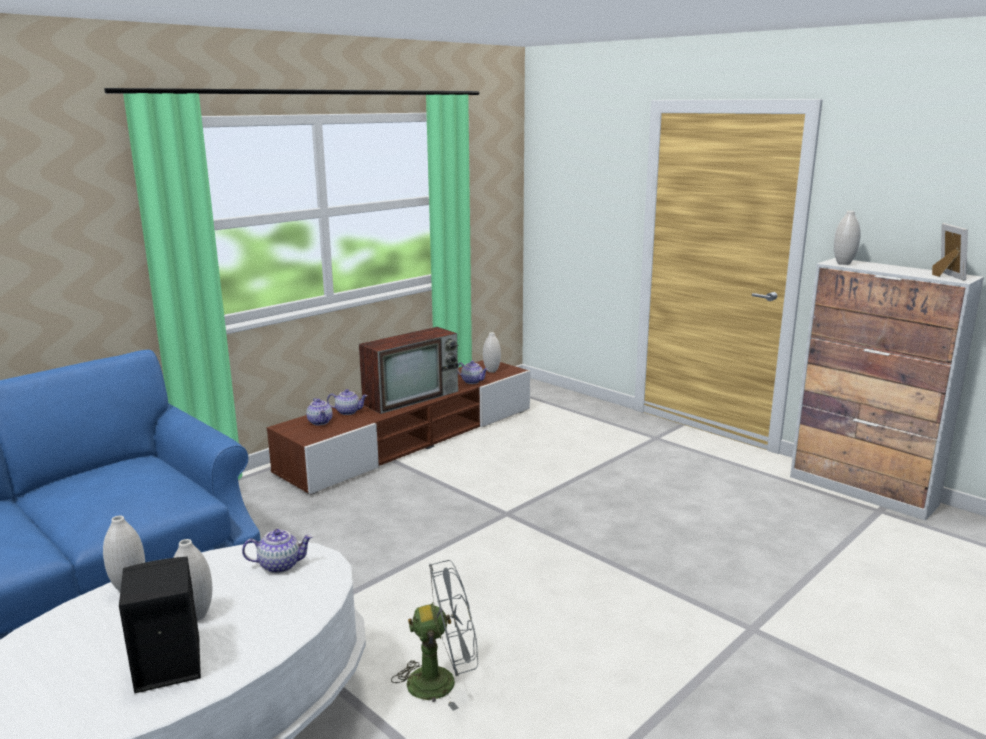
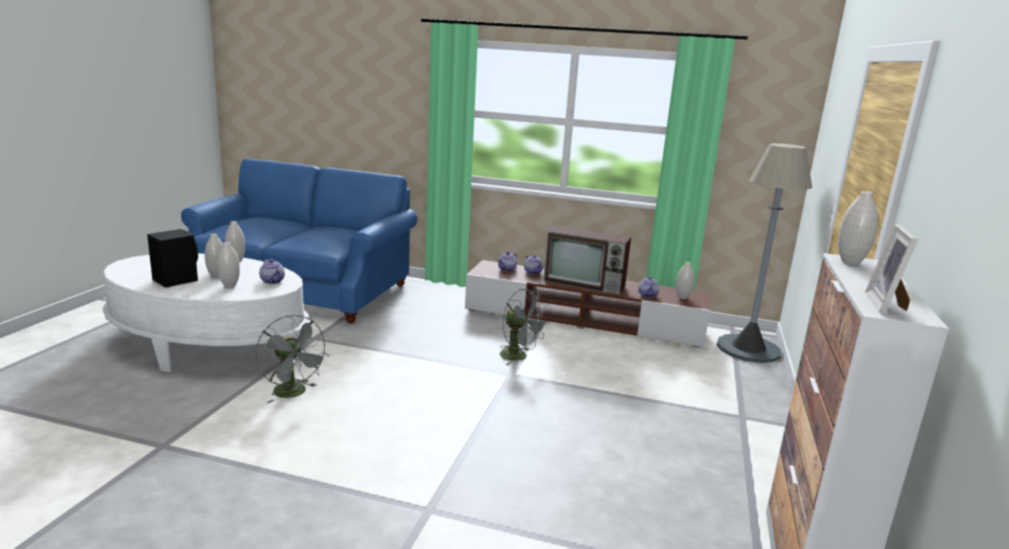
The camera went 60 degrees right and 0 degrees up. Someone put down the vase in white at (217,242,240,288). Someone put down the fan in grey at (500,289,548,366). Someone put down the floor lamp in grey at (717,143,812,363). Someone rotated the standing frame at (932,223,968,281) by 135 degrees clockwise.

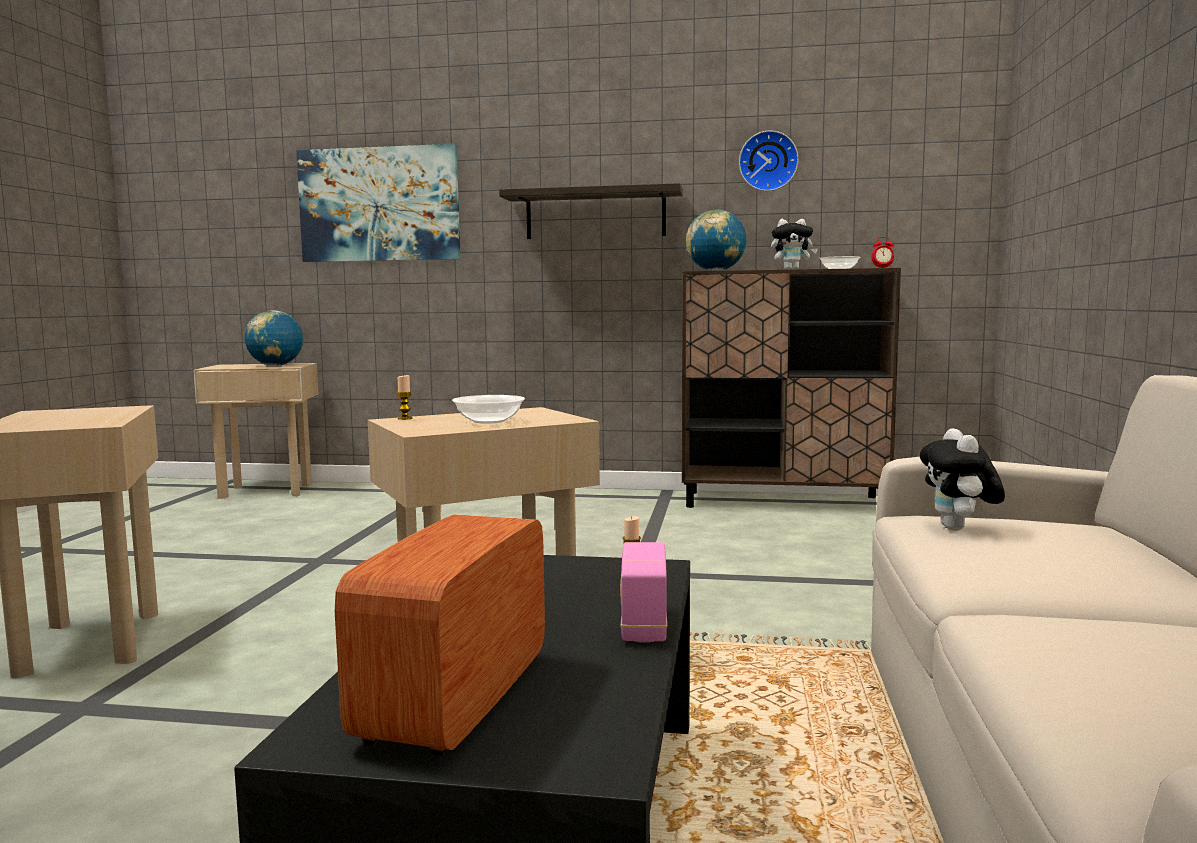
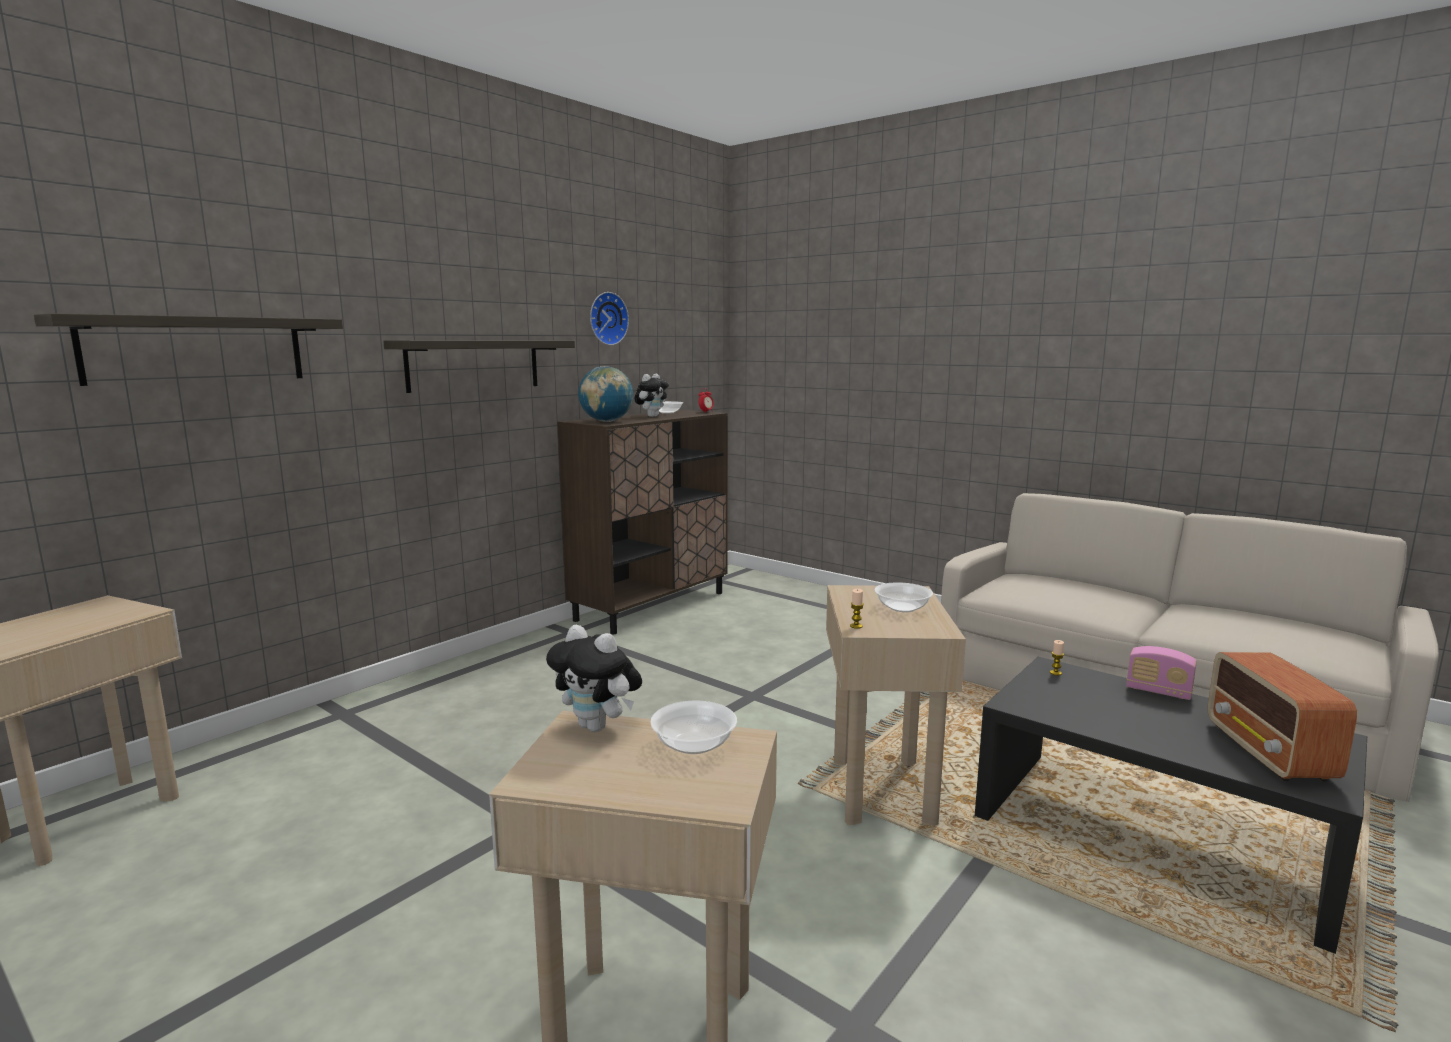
The camera went 60 degrees left and 5 degrees up. Someone swapped the wall picture at (296,144,460,262) for the shelf at (34,313,343,386). Someone carried the plush toy from (920,428,1005,531) to (546,625,642,732). Someone put down the serving bowl at (650,701,737,754). Someone rotated the radio at (335,514,545,756) by 45 degrees clockwise. Someone took away the desk globe at (245,310,303,366).

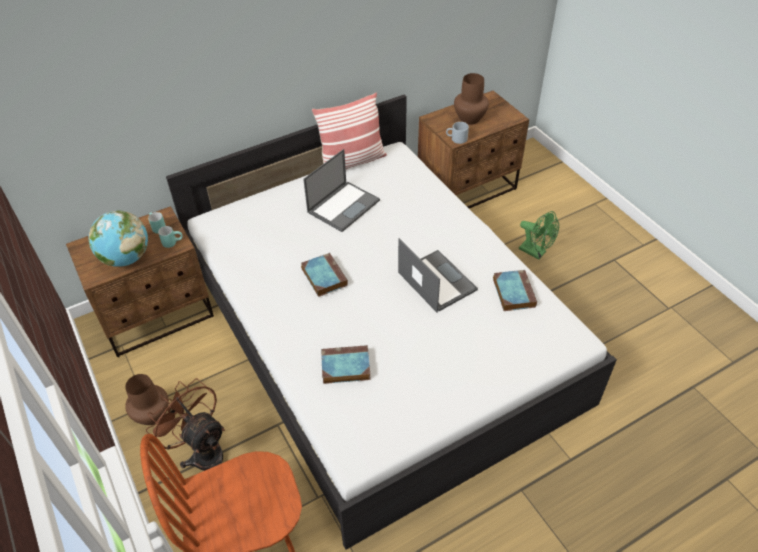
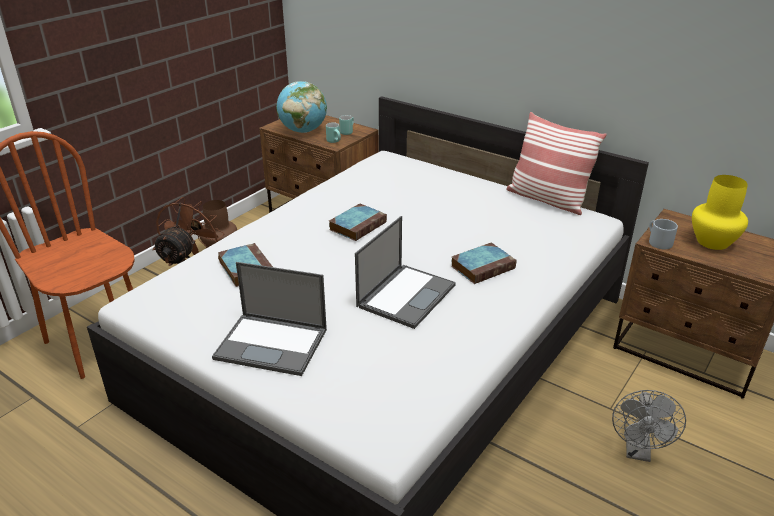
The camera went 65 degrees right and 15 degrees down. Someone carried the portable computer from (303,149,380,232) to (212,262,327,376). Someone carried the bound book from (493,270,537,311) to (451,243,516,284). Someone repainted the fan in green at (519,211,559,259), which became the fan in grey at (612,390,686,462). Someone repainted the vase in brownish at (454,73,489,124), which became the vase in yellow-coloured at (692,175,748,250).

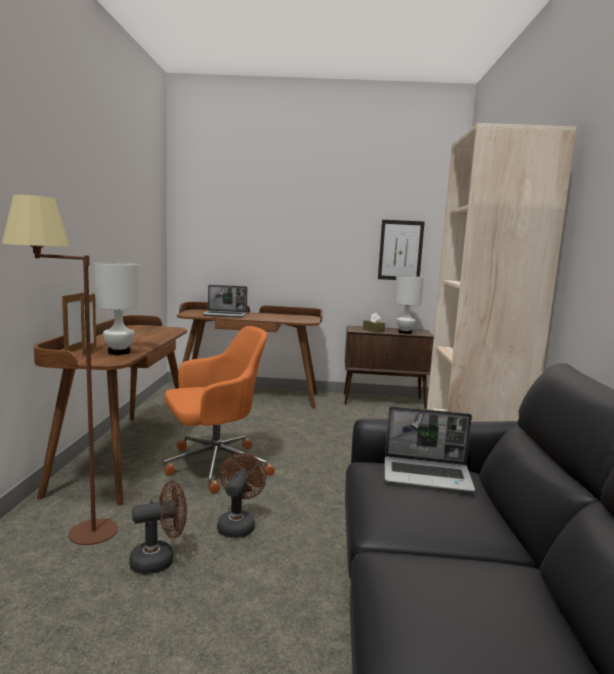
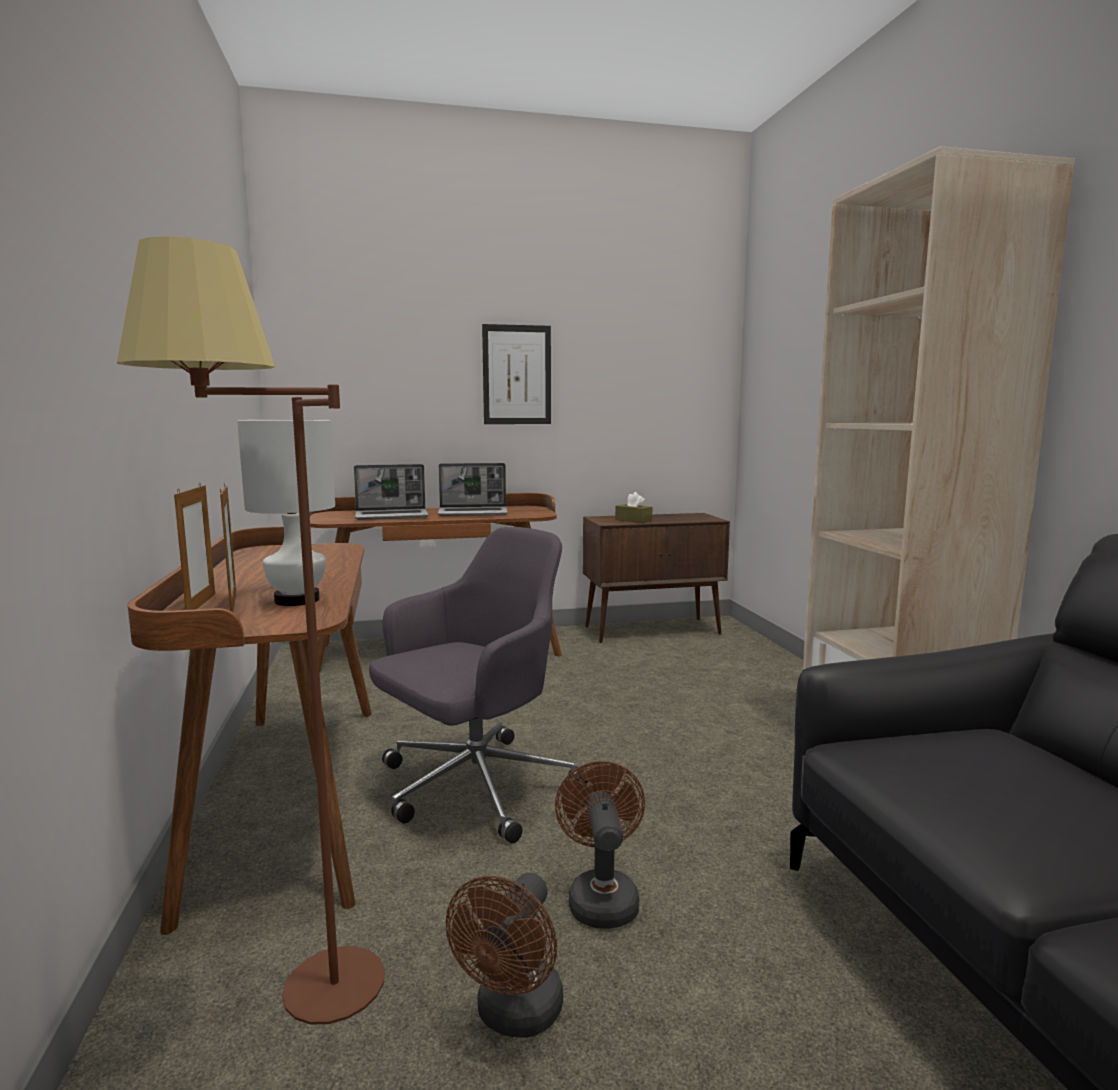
The camera went 15 degrees left and 0 degrees up. Someone repainted the desk chair in orange at (164,326,275,494), which became the desk chair in grey at (369,527,588,844). Someone carried the portable computer from (384,406,475,492) to (438,463,508,516). Someone rotated the fan in brownish at (129,480,187,574) by 150 degrees clockwise. Someone carried the wall picture from (378,220,425,280) to (482,324,551,424). Someone took away the tabletop lamp in white at (394,276,424,334).

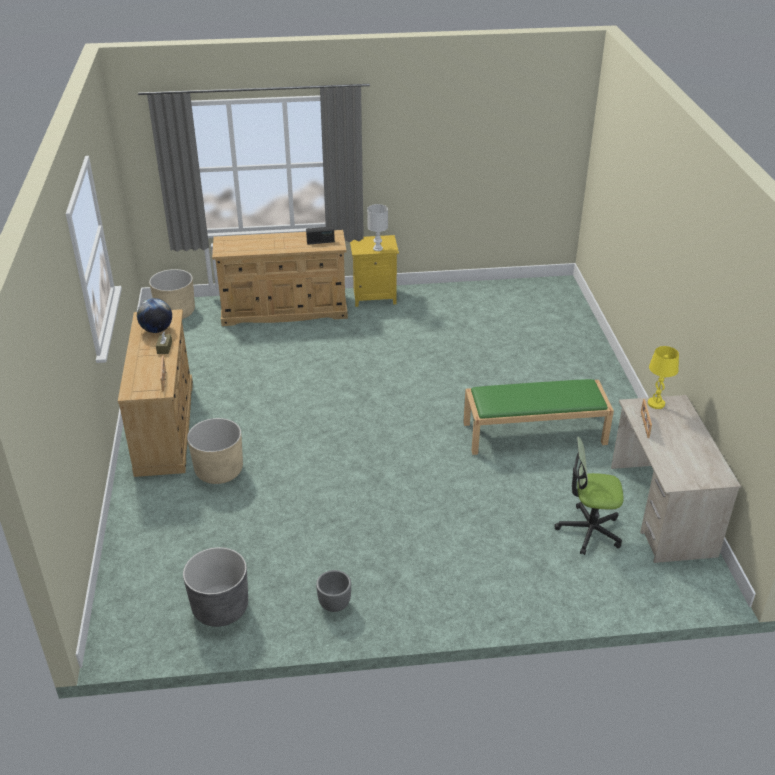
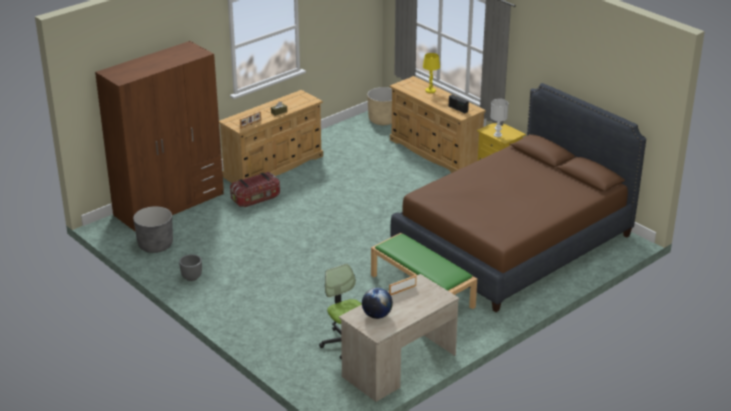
The camera went 55 degrees right and 5 degrees down. Someone put down the wardrobe in brownish at (95,41,224,231). Someone swapped the planter in beige at (187,418,243,484) for the storage container at (230,172,280,207). Someone carried the desk globe from (137,298,172,333) to (362,288,393,319). Someone put down the bedroom bed in brownish at (391,83,646,312). Someone carried the tabletop lamp in yellow-coloured from (648,346,679,409) to (423,53,440,93).

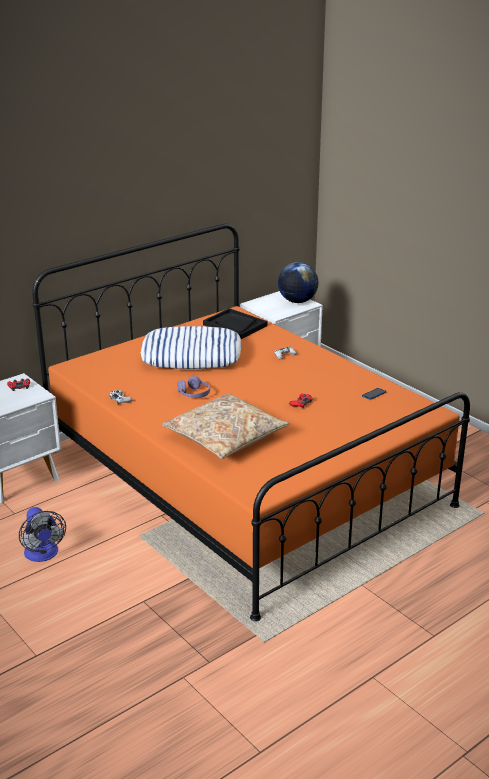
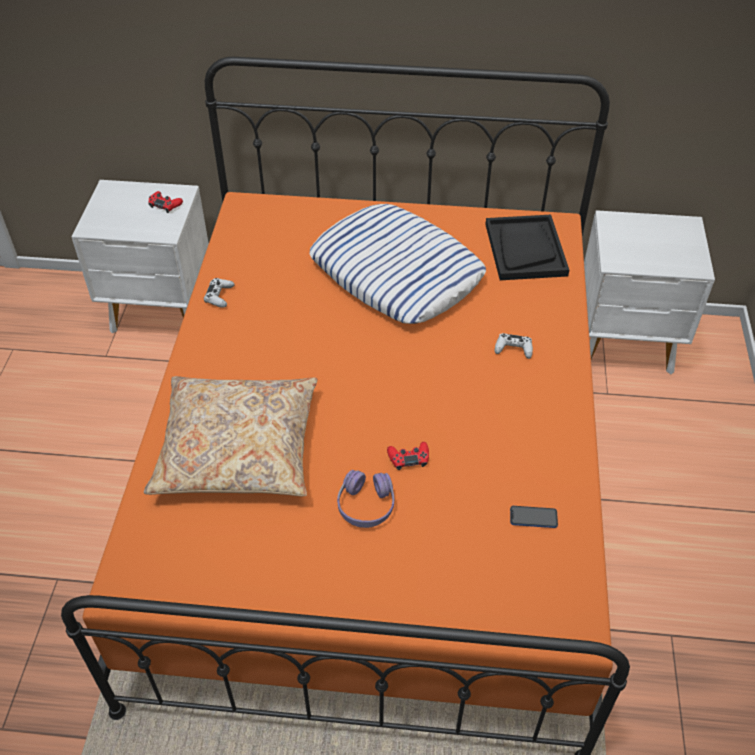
The camera went 45 degrees right and 20 degrees up. Someone carried the pair of headphones in purplish from (177,376,210,398) to (337,470,394,528). Someone took away the fan at (19,507,66,562). Someone took away the desk globe at (278,262,319,303).

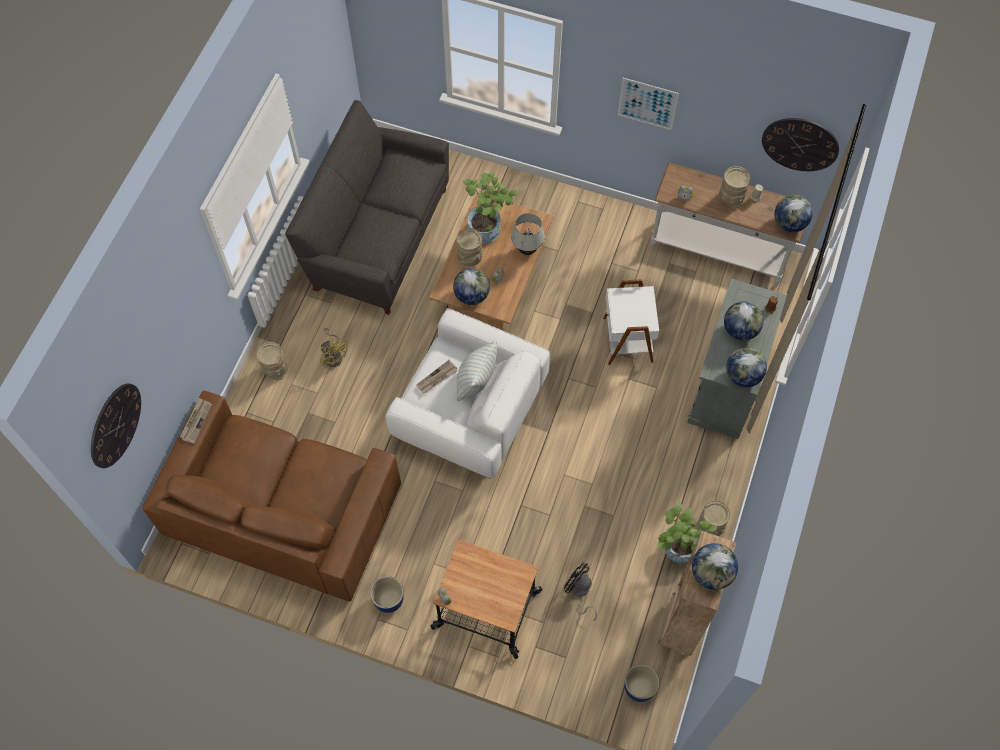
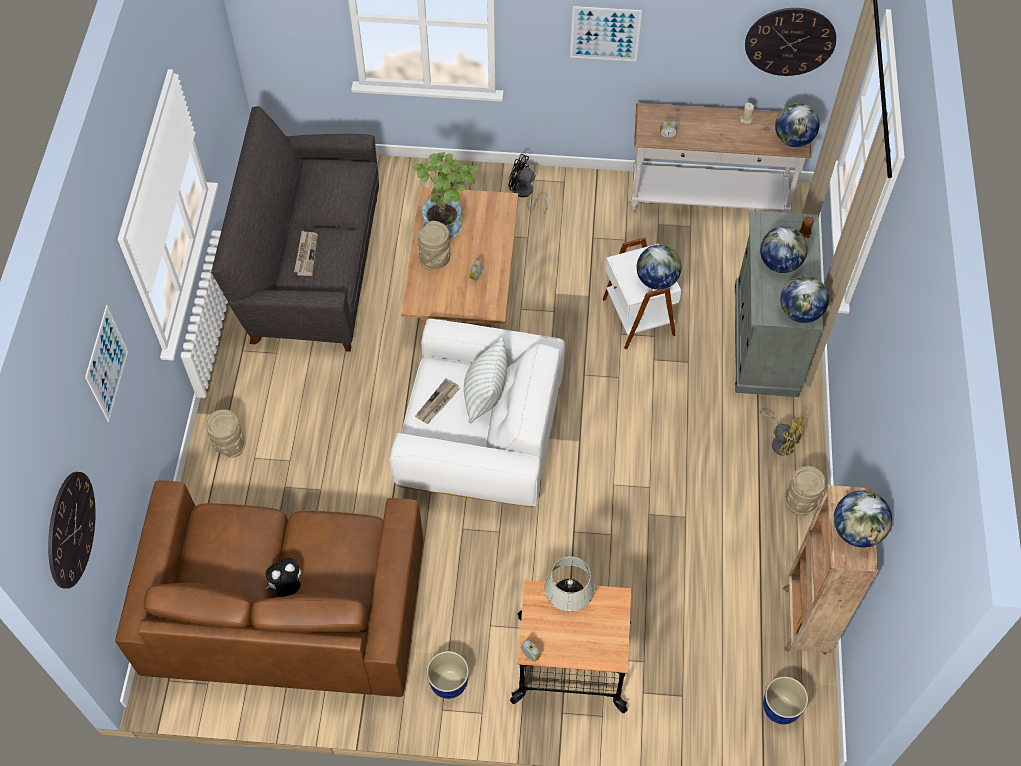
The camera went 15 degrees left and 5 degrees down. Someone put up the wall picture at (85,305,128,421). Someone put down the plush toy at (266,558,301,597). Someone carried the daily paper from (180,398,212,444) to (294,231,318,276). Someone carried the fan in black from (564,562,597,621) to (508,154,548,214). Someone carried the tabletop lamp in white from (511,213,545,255) to (545,557,595,612). Someone carried the desk globe from (453,268,490,305) to (637,245,682,290). Someone carried the fan in yellow-coloured from (320,328,348,368) to (759,411,806,457). Someone took away the plant in a pot at (658,503,717,563). Someone took away the vase in beige at (719,166,750,208).

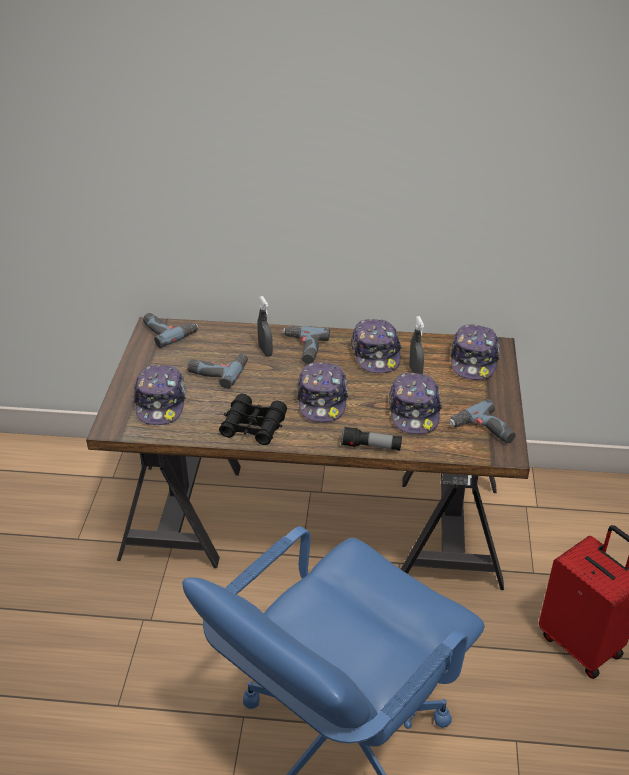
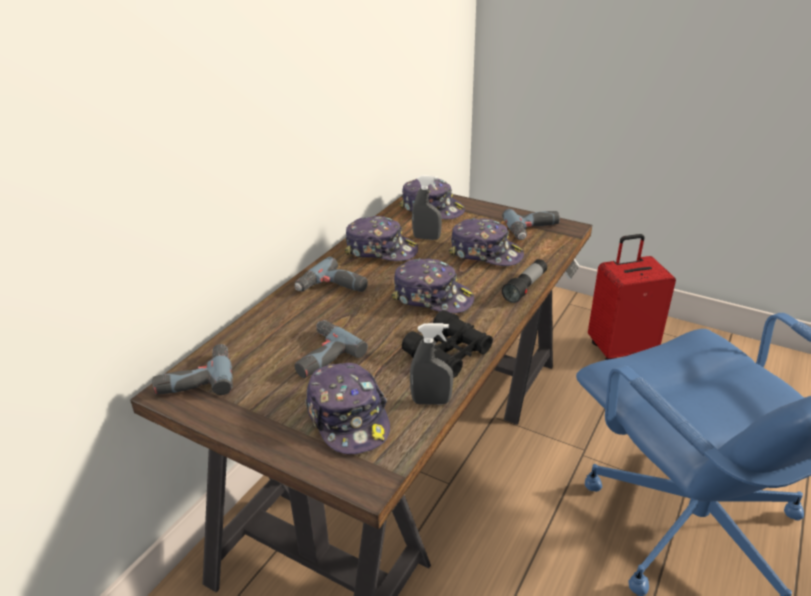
The camera went 65 degrees left and 5 degrees down. Someone rotated the baseball cap at (133,365,186,425) by 45 degrees clockwise. Someone carried the sprayer in grey from (257,296,273,357) to (410,323,453,404).

